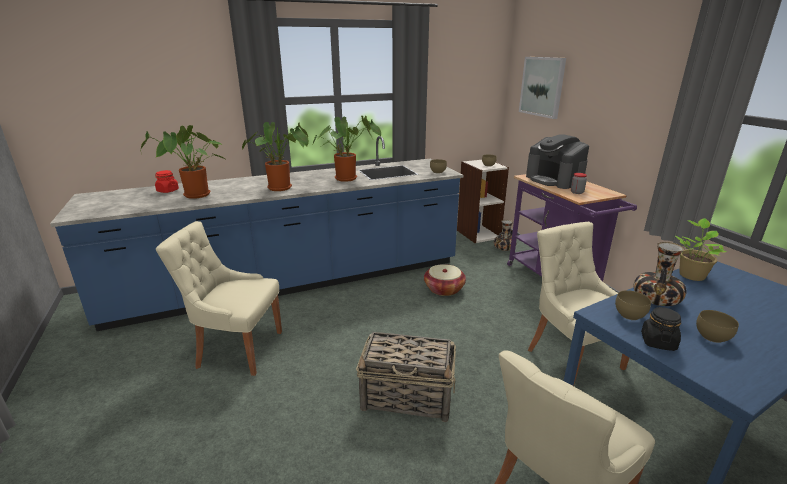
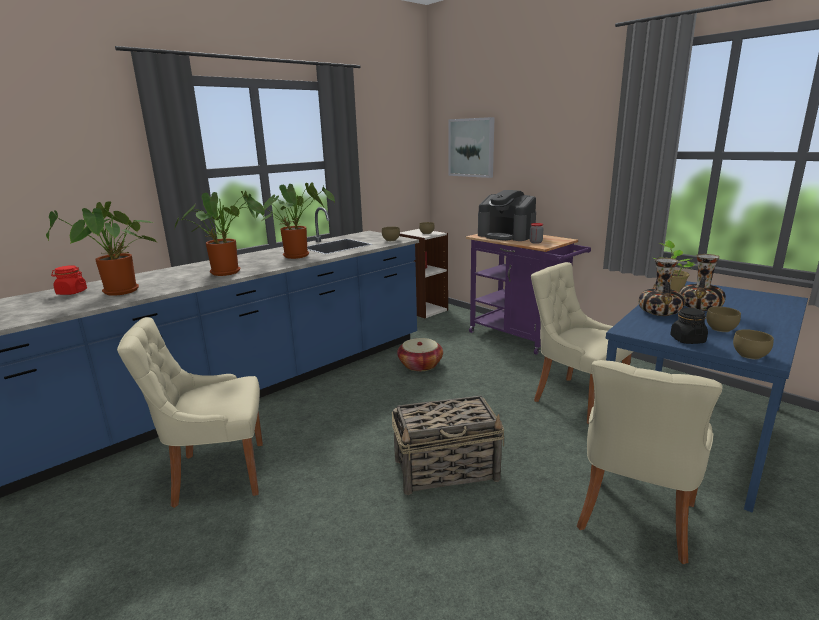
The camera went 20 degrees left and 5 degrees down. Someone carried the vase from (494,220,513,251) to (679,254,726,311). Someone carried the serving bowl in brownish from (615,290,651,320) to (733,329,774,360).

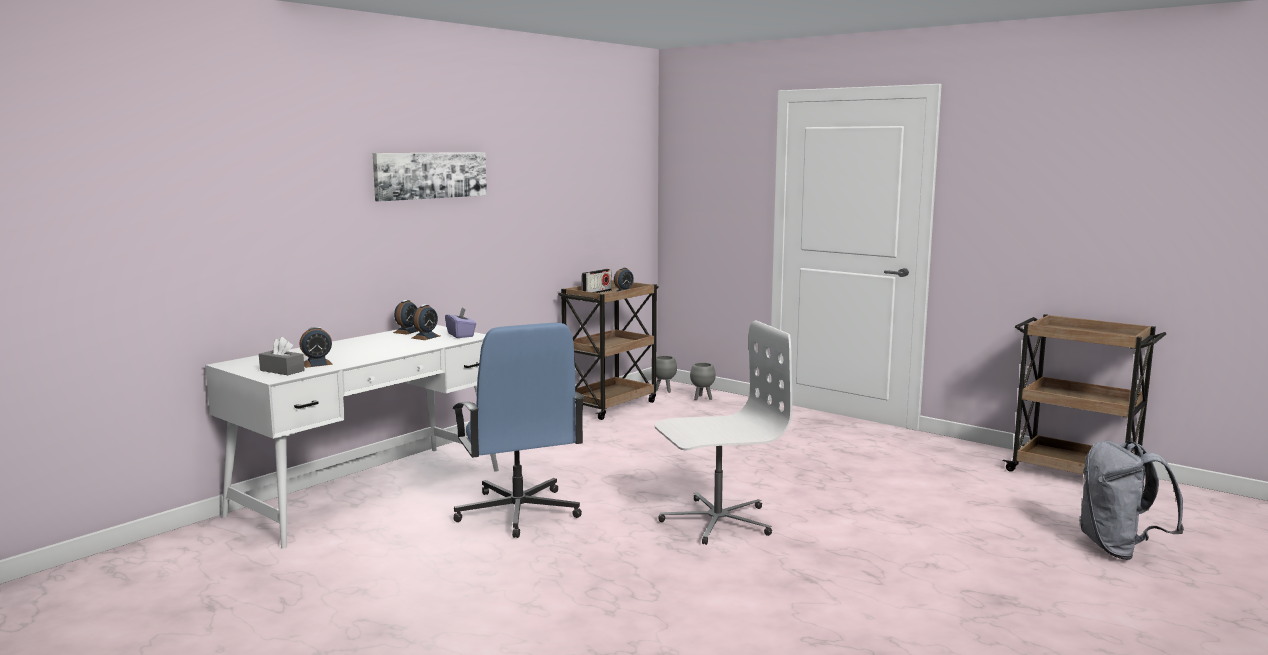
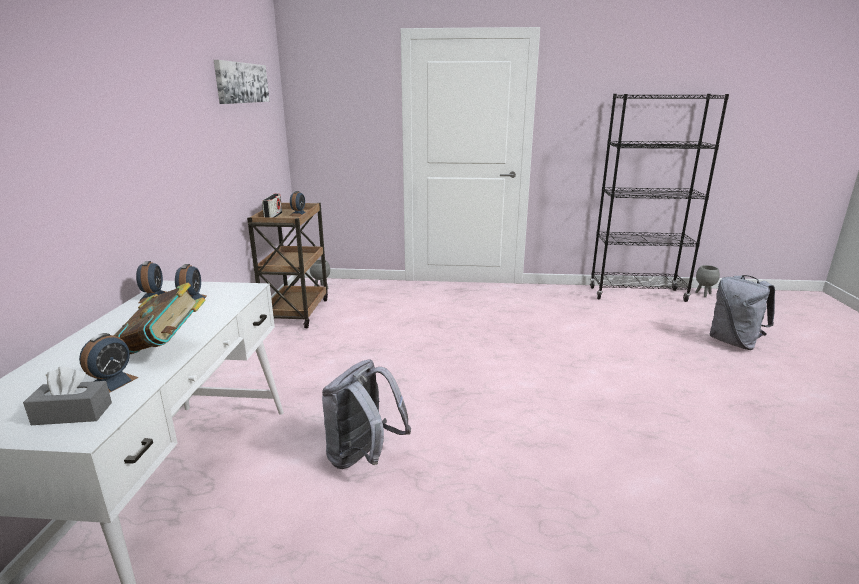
The camera went 35 degrees left and 10 degrees up. Someone put down the bound book at (114,282,206,354). Someone carried the wall picture from (373,152,487,202) to (214,60,269,104). Someone swapped the desk chair in blue-coloured at (452,323,585,538) for the rucksack in grey at (322,359,411,469). Someone swapped the wheeled cart in brownish at (1002,314,1166,475) for the bookcase in black at (590,94,729,302). Someone carried the planter in grey from (690,362,716,400) to (695,265,720,297). Someone took away the box of tissues in purplish at (445,308,476,338). Someone took away the desk chair in white at (654,320,792,545).

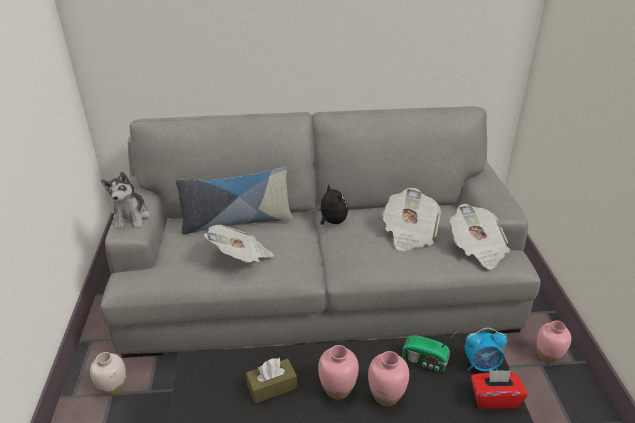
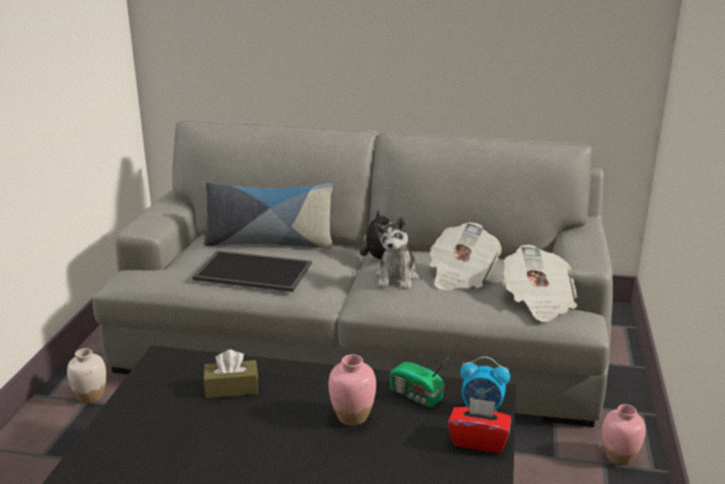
The camera went 15 degrees right and 10 degrees down. Someone swapped the daily paper at (204,224,274,263) for the serving tray at (192,250,312,292). Someone carried the plush toy from (101,172,150,229) to (374,216,419,289). Someone took away the vase in pinkish at (318,345,359,400).

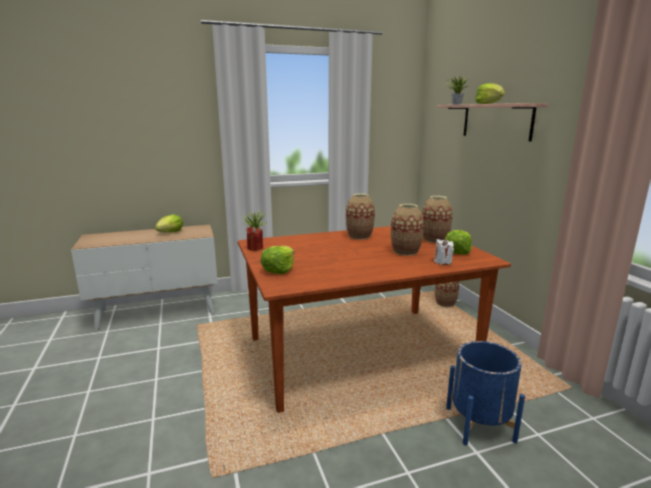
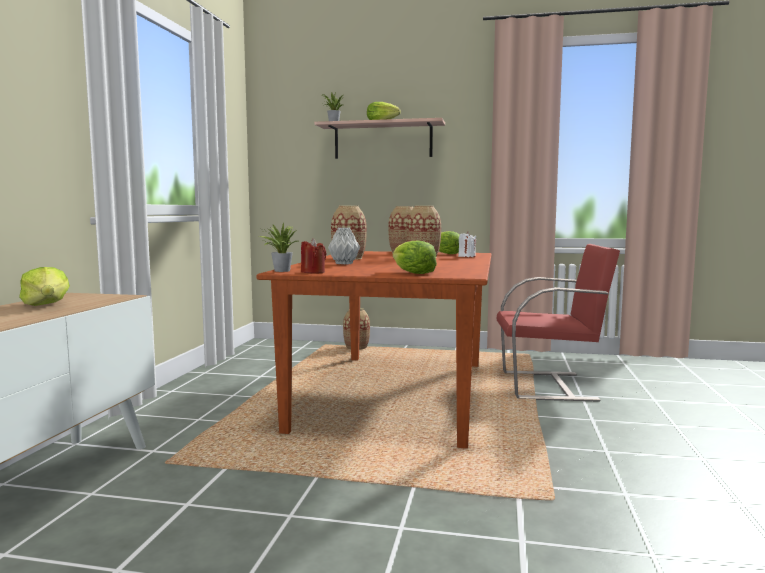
The camera went 60 degrees left and 10 degrees down. Someone put down the vase in grey at (328,227,360,264). Someone swapped the planter in blue-coloured at (446,341,525,446) for the upright chair in reddish at (497,244,620,402).

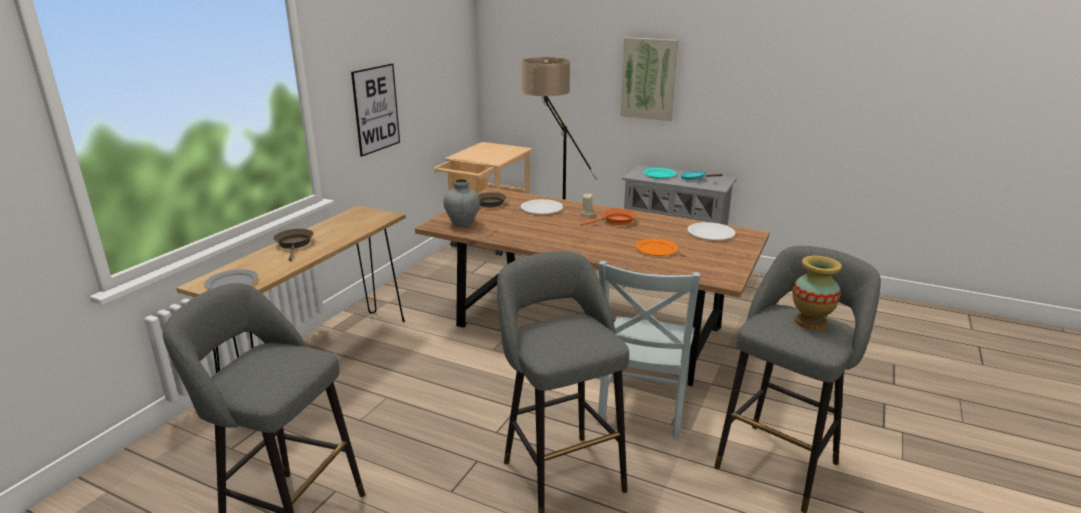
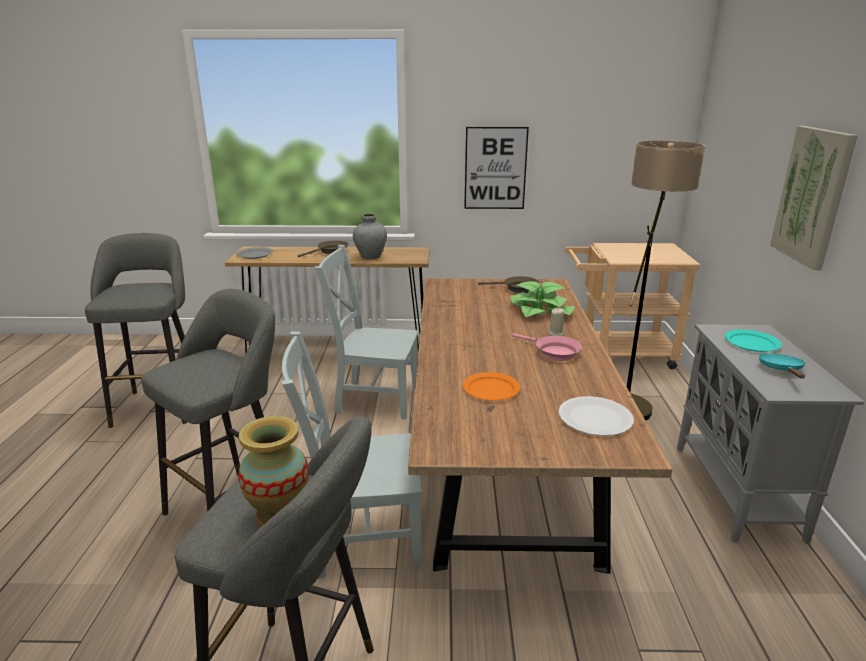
The camera went 65 degrees right and 0 degrees up. Someone put down the upright chair in grey at (315,245,418,419). Someone carried the vase in grey from (443,179,480,227) to (353,214,387,259). Someone swapped the plate in white at (521,199,563,214) for the plant in a pot at (510,281,575,317). Someone repainted the pan in orange at (580,208,636,225), which became the pan in pinkish at (512,333,582,361).

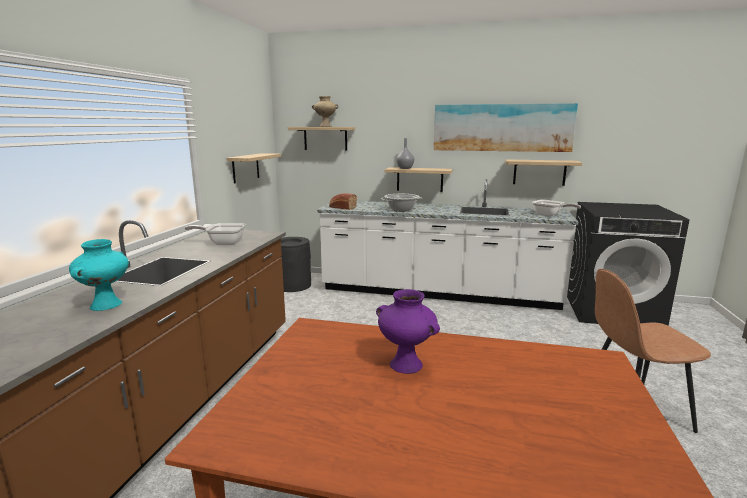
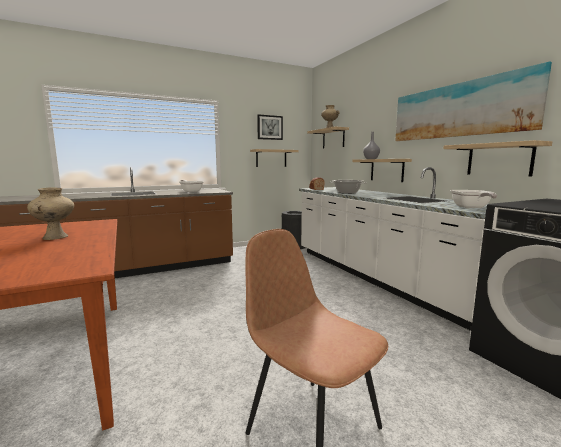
The camera went 50 degrees right and 5 degrees down. Someone repainted the vase in purplish at (376,289,440,374), which became the vase in beige at (27,188,74,240). Someone put up the wall picture at (257,114,283,140). Someone took away the vase in turquoise-coloured at (69,239,129,311).

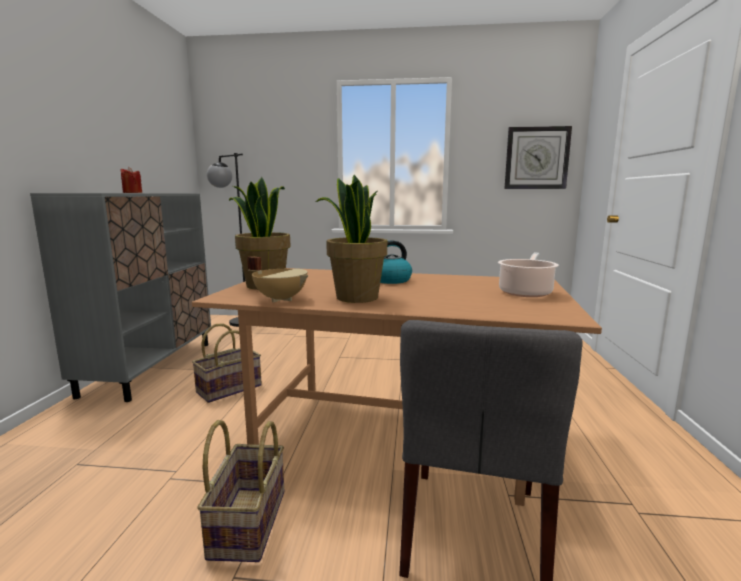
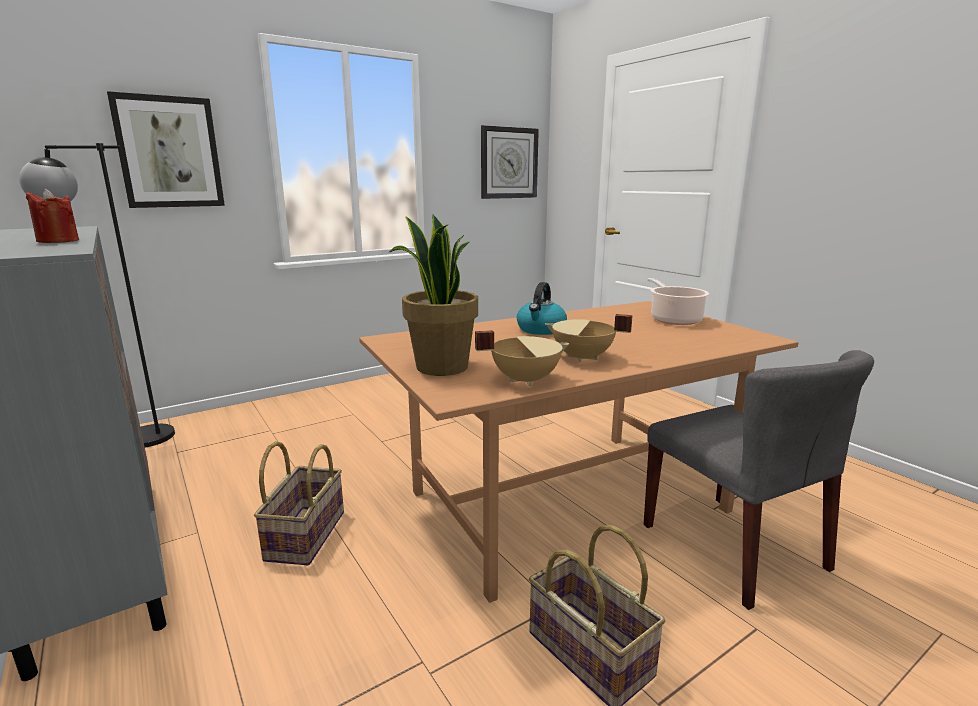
The camera went 40 degrees left and 5 degrees up. Someone put up the wall picture at (107,91,225,208). Someone swapped the plant in a pot at (316,175,387,303) for the stockpot in beige at (545,314,633,362).

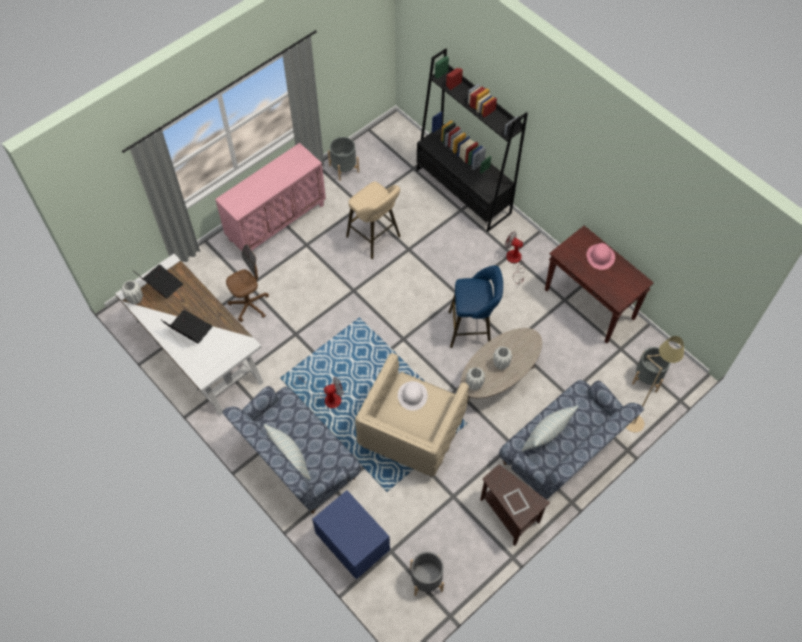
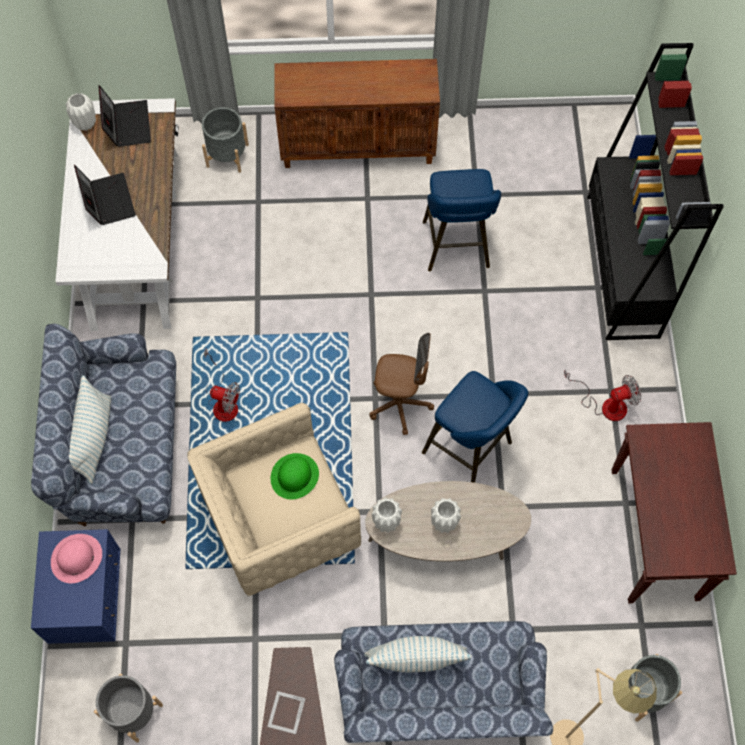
The camera went 40 degrees right and 5 degrees up. Someone carried the clothing hat in pinkish from (587,243,615,270) to (51,534,102,583). Someone carried the planter in grey from (328,137,359,181) to (202,107,249,173). Someone repainted the clothing hat in white at (398,381,428,411), which became the clothing hat in green at (271,453,319,500). Someone repainted the storage cabinet in pinkish at (215,143,326,251), which became the storage cabinet in brownish at (274,59,440,168). Someone carried the desk chair in brownish from (226,244,269,322) to (369,333,434,435). Someone repainted the sitting stool in beige at (346,181,401,259), which became the sitting stool in blue-coloured at (423,169,501,272). Someone rotated the fan at (505,231,525,284) by 90 degrees clockwise.

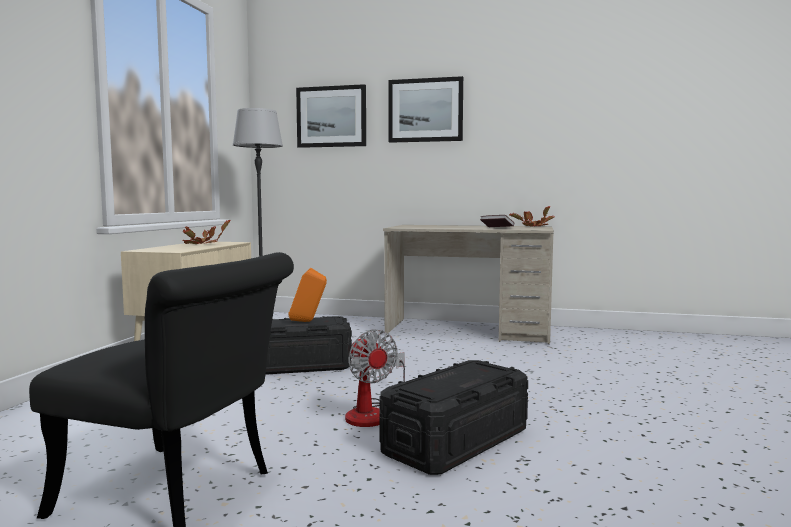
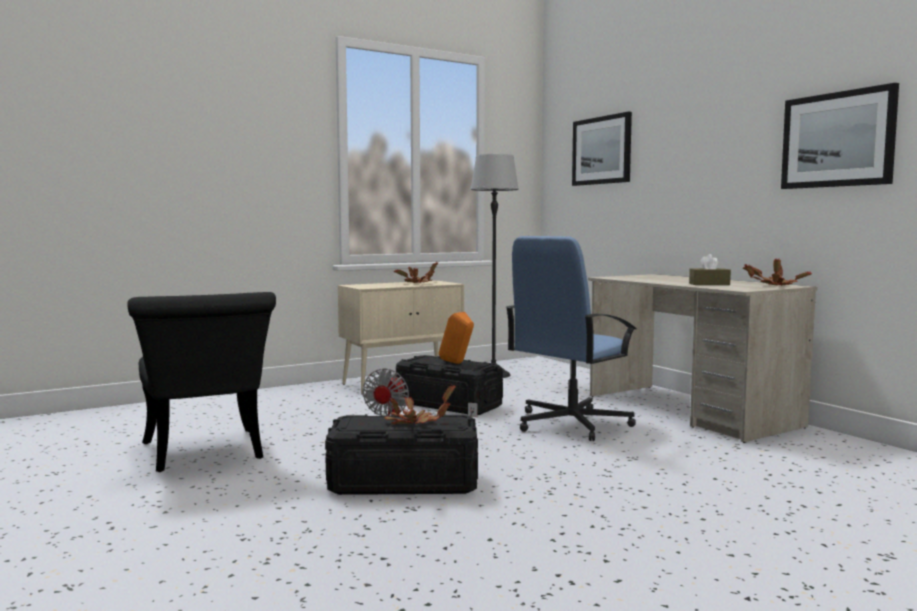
The camera went 45 degrees right and 0 degrees up. Someone put down the plant in a pot at (384,384,456,425). Someone put down the desk chair in blue-coloured at (506,236,636,441). Someone swapped the bound book at (480,215,514,227) for the box of tissues in brownish at (689,254,731,285). Someone carried the wall picture from (388,76,463,143) to (781,83,899,189).

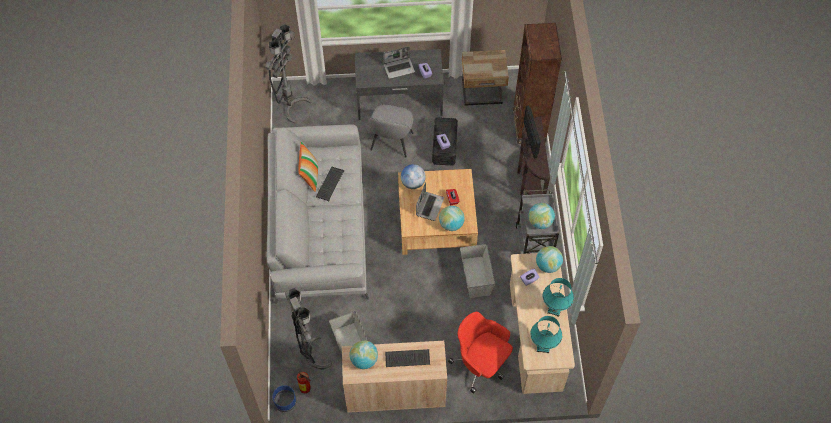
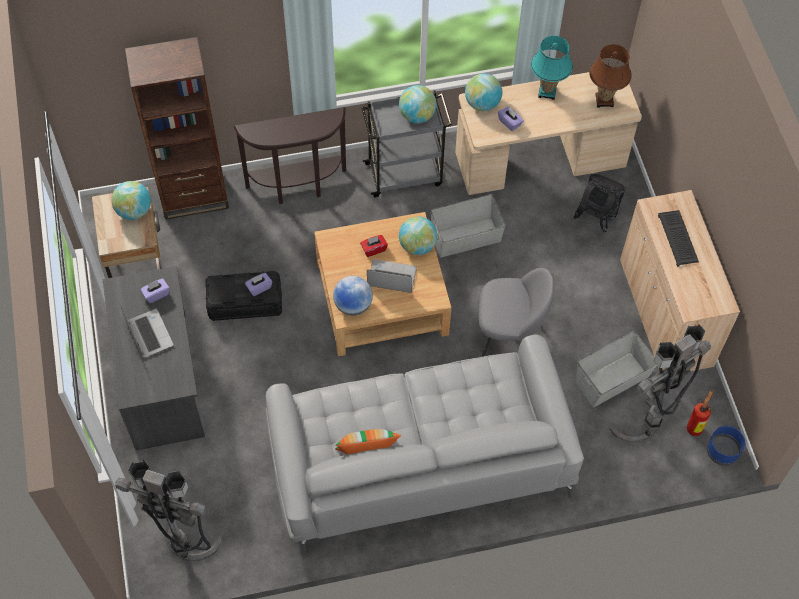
The camera went 100 degrees left and 0 degrees up. Someone carried the desk globe from (349,340,378,369) to (111,181,151,220). Someone carried the upright chair in grey from (369,105,414,158) to (479,268,555,357). Someone swapped the desk chair in reddish at (448,312,513,393) for the rucksack in black at (574,174,625,232). Someone repainted the tabletop lamp in turquoise-coloured at (530,316,562,353), which became the tabletop lamp in brownish at (589,44,632,108). Someone took away the keyboard at (316,167,344,201). Someone took away the computer screen at (524,105,541,158).

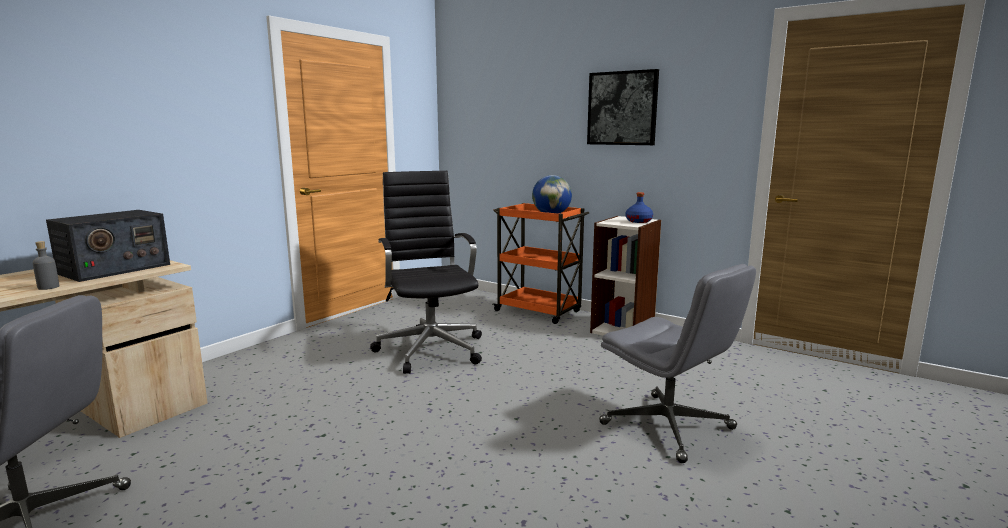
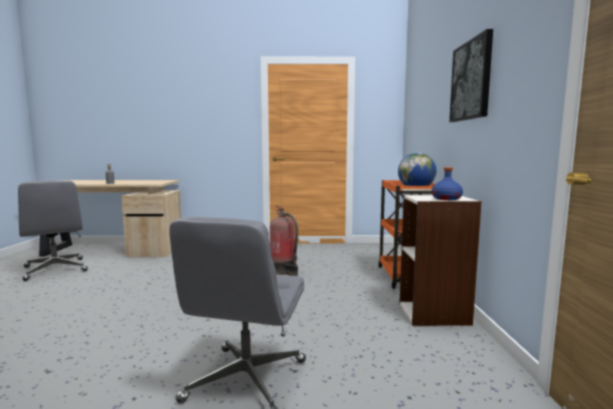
The camera went 55 degrees right and 5 degrees down. Someone swapped the desk chair in black at (370,171,482,374) for the extinguisher at (270,206,298,276). Someone took away the radio at (46,210,170,282).

